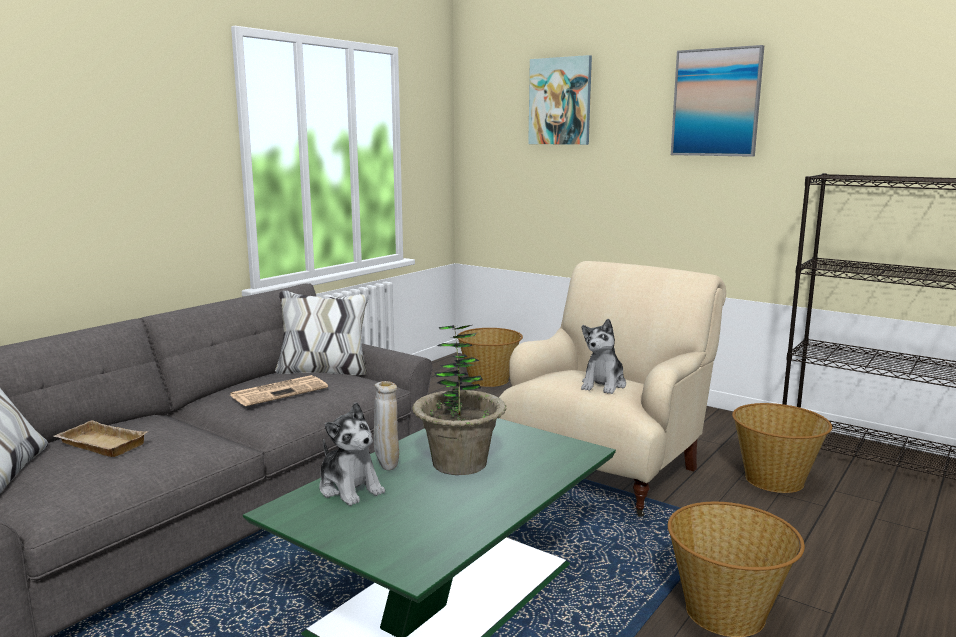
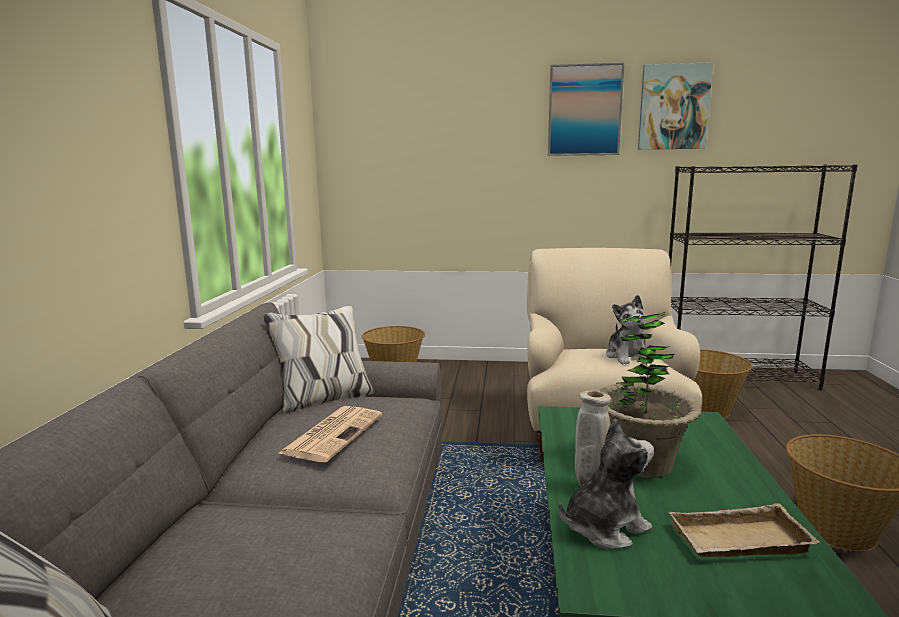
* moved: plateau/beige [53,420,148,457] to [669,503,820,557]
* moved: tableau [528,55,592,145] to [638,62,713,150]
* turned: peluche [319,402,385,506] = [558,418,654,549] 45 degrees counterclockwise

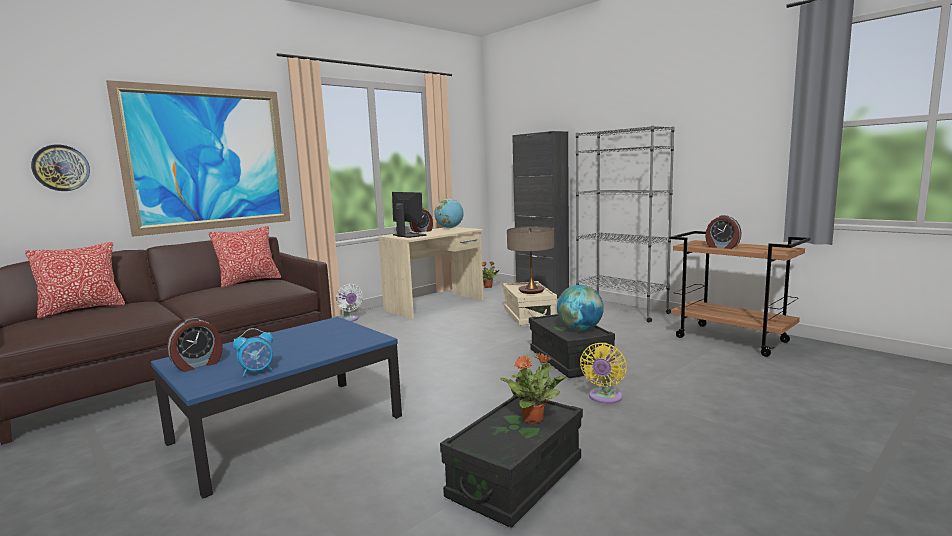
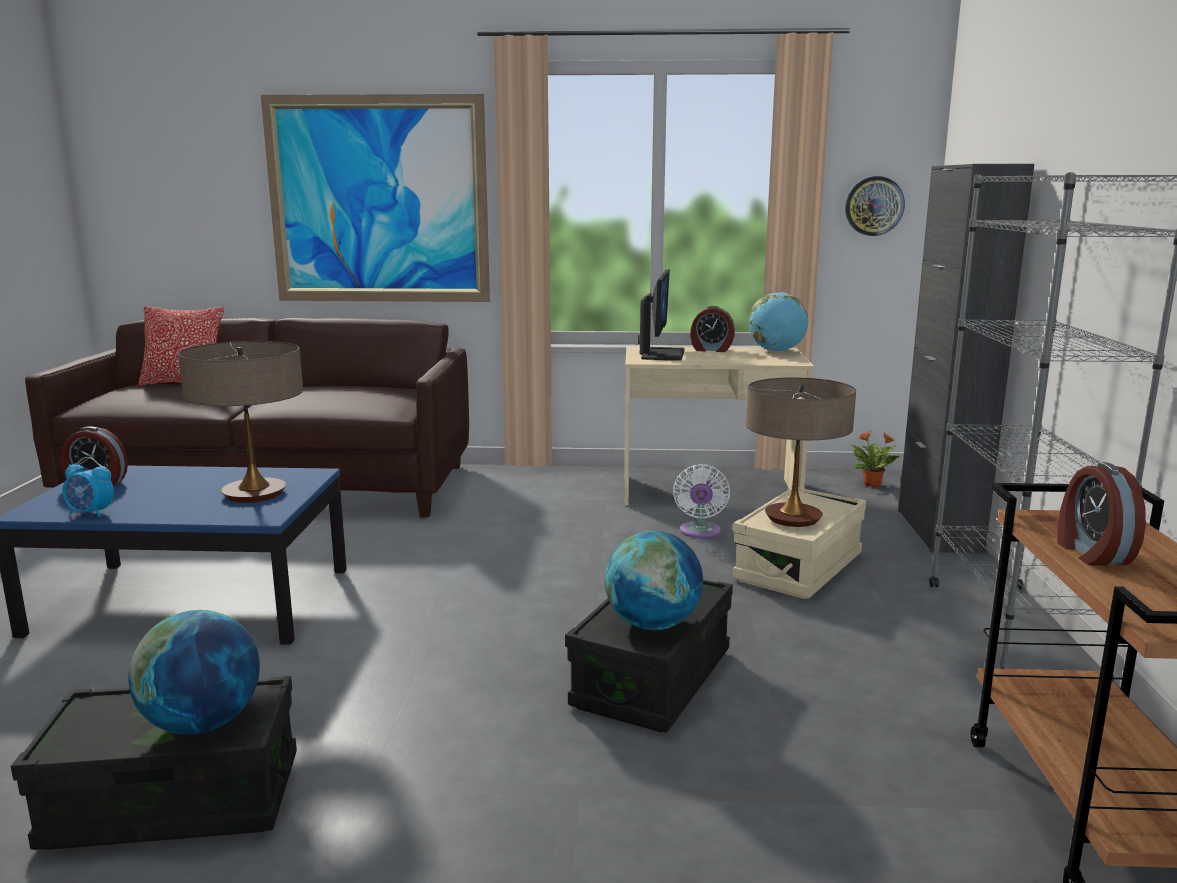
* removed: coussin [209,226,281,288]
* removed: ventilateur/jaune [580,343,627,404]
* added: lampe de table [178,341,303,503]
* moved: horloge murale [31,145,90,191] to [845,176,905,236]
* moved: ventilateur/blanc [336,283,363,322] to [673,464,730,539]
* replaced: plante en pot [500,352,567,424] to globe [128,610,260,735]

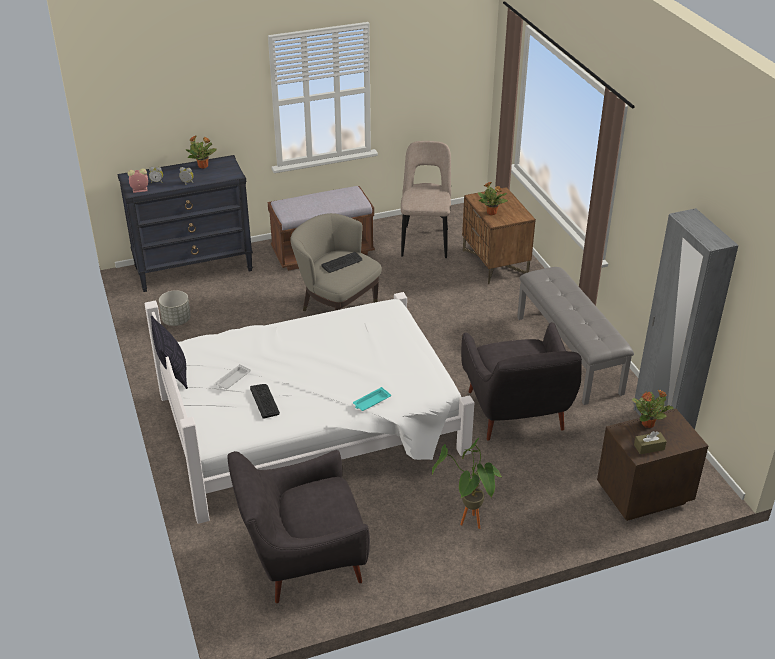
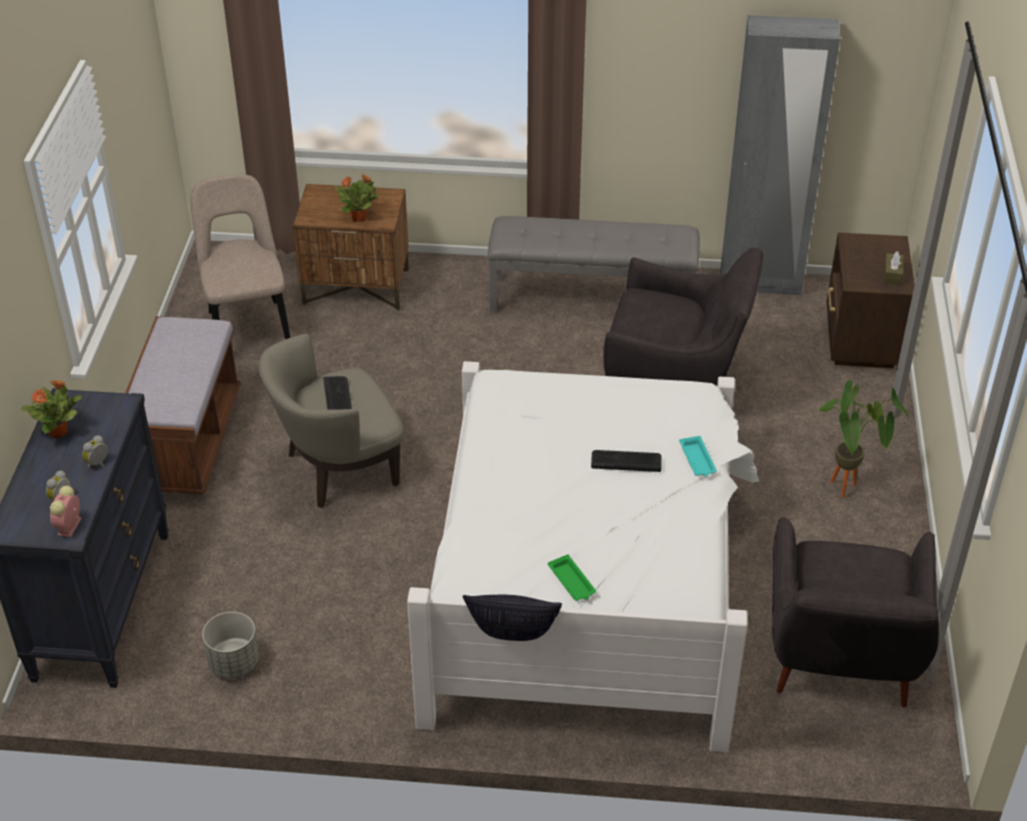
* removed: plante en pot [632,390,673,428]
* moved: clavier [250,384,280,419] to [591,450,661,472]
* recoloured: plateau/blanc [216,364,251,389] to plateau/vert [548,554,596,601]
* turned: chaise/beige [401,141,451,258] = [190,174,290,339] 45 degrees clockwise

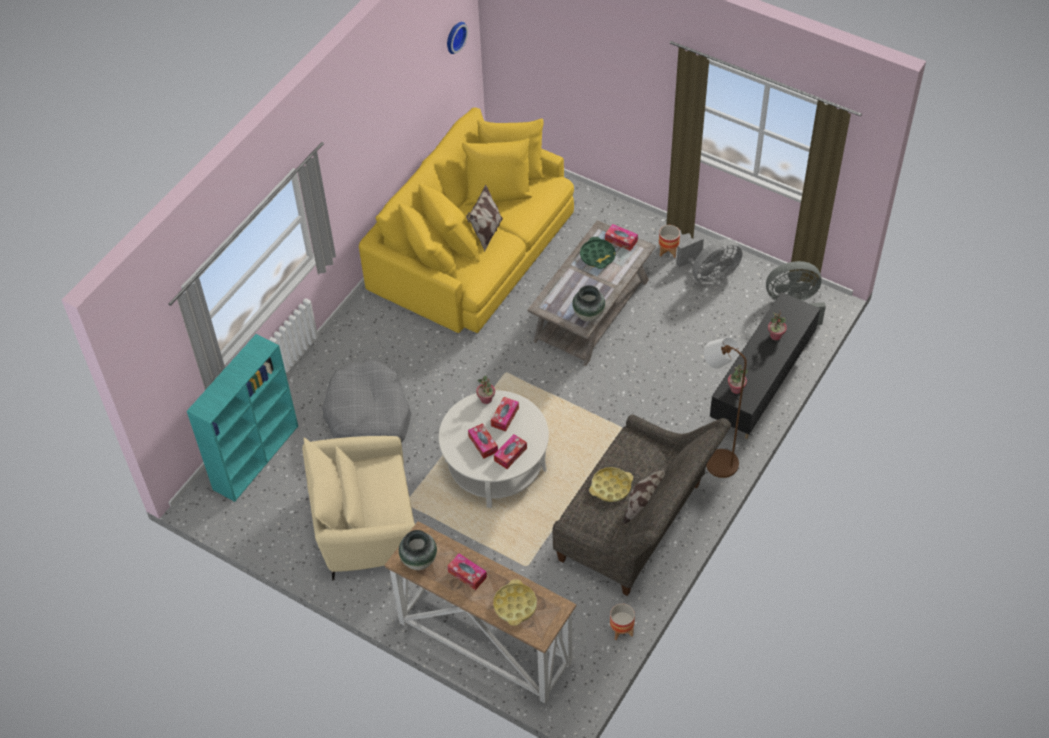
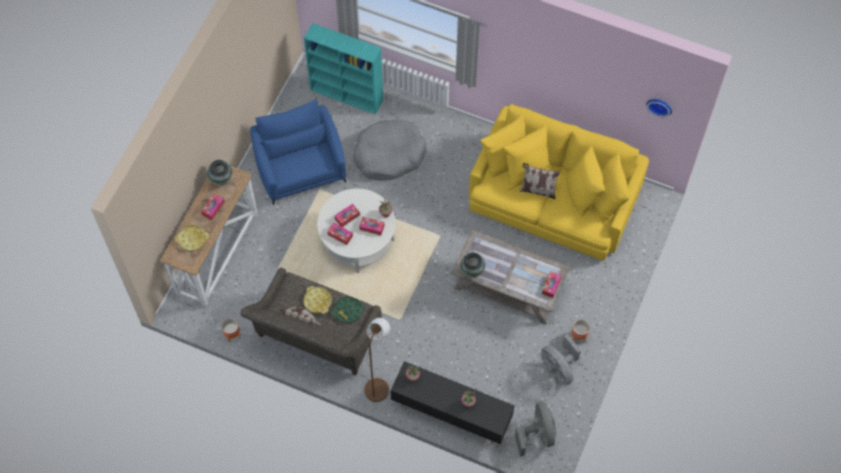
* moved: plateau/vert [580,237,616,269] to [331,297,364,323]
* recoloured: fauteuil/beige [302,436,415,581] to fauteuil/bleu [250,99,346,205]

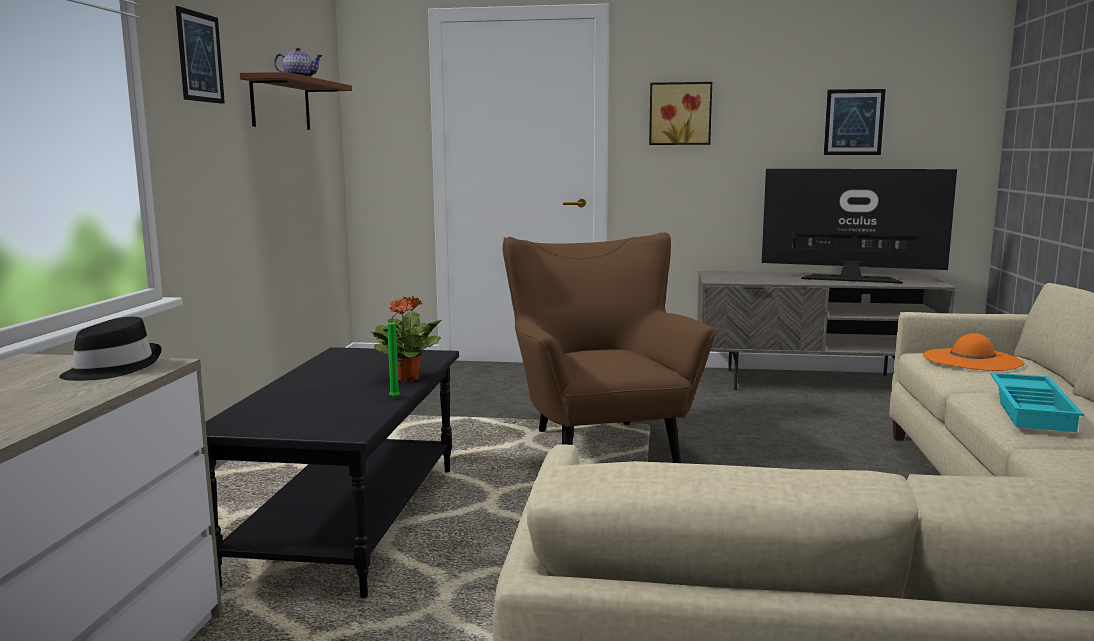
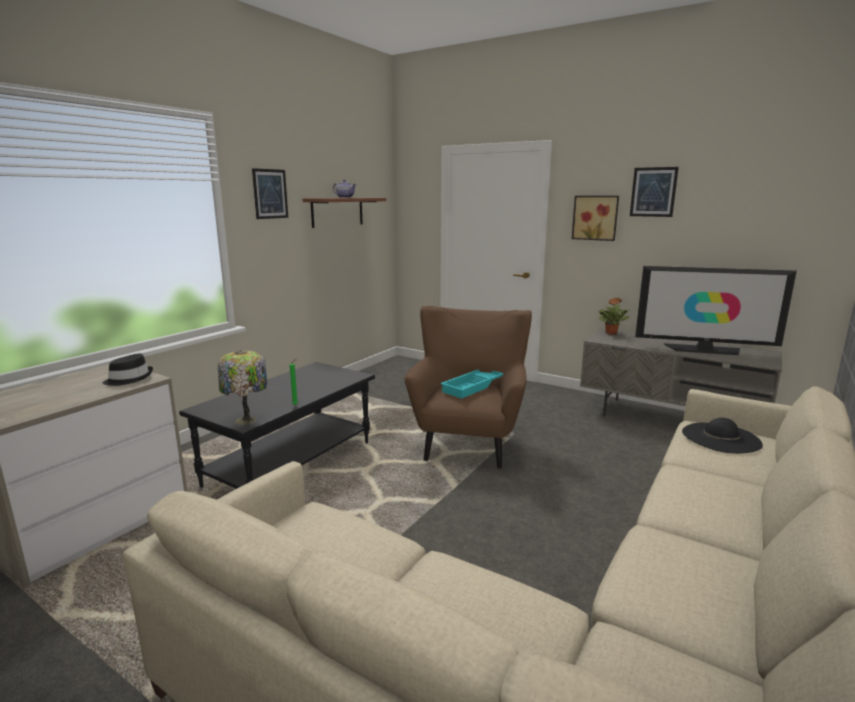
* added: lampe de table [218,350,267,425]
* moved: plante en pot [370,296,441,382] to [599,298,630,335]
* moved: tableau [824,89,886,155] to [630,167,679,217]
* moved: plateau/turquoise [990,372,1084,432] to [440,370,504,399]
* recoloured: chapeau/orange [923,333,1025,371] to chapeau/noir [682,418,763,454]
* turned: téléviseur [762,169,957,284] = [635,266,797,355] 150 degrees clockwise

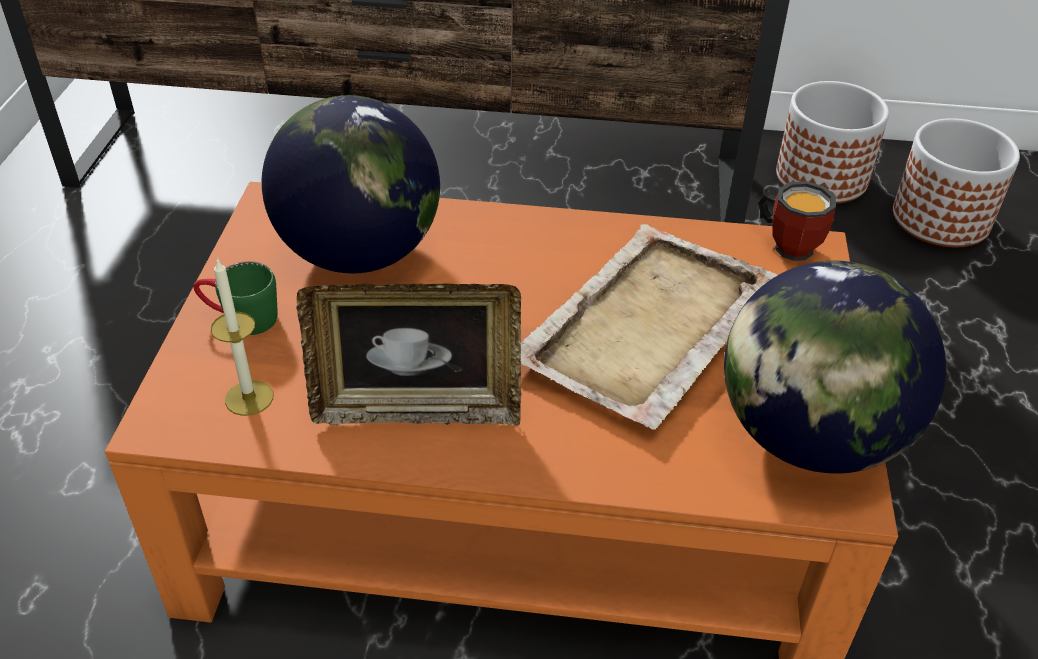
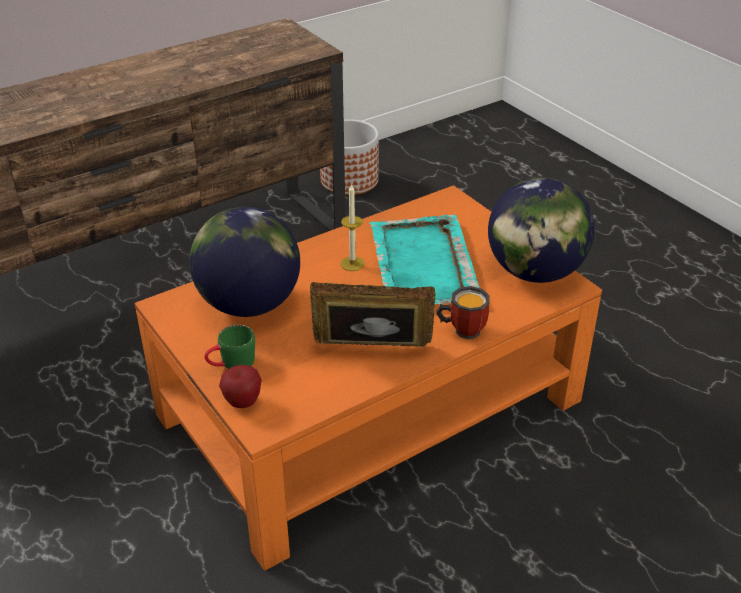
* removed: cache-pot [893,118,1020,247]
* added: pomme [219,365,262,408]
* moved: bougie [211,258,274,416] to [340,183,365,271]
* moved: mug [758,181,836,261] to [436,286,490,339]
* recoloured: plateau/beige [521,224,779,430] to plateau/turquoise [369,215,480,304]
* turned: cadre photo [296,283,521,426] = [310,282,436,347] 135 degrees counterclockwise

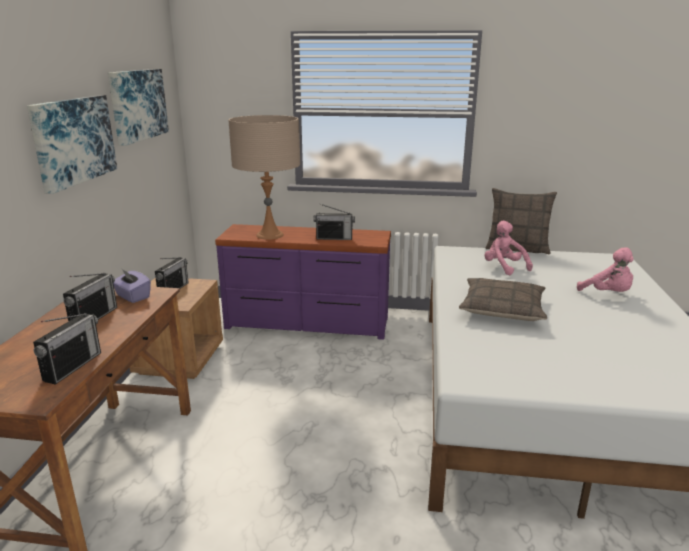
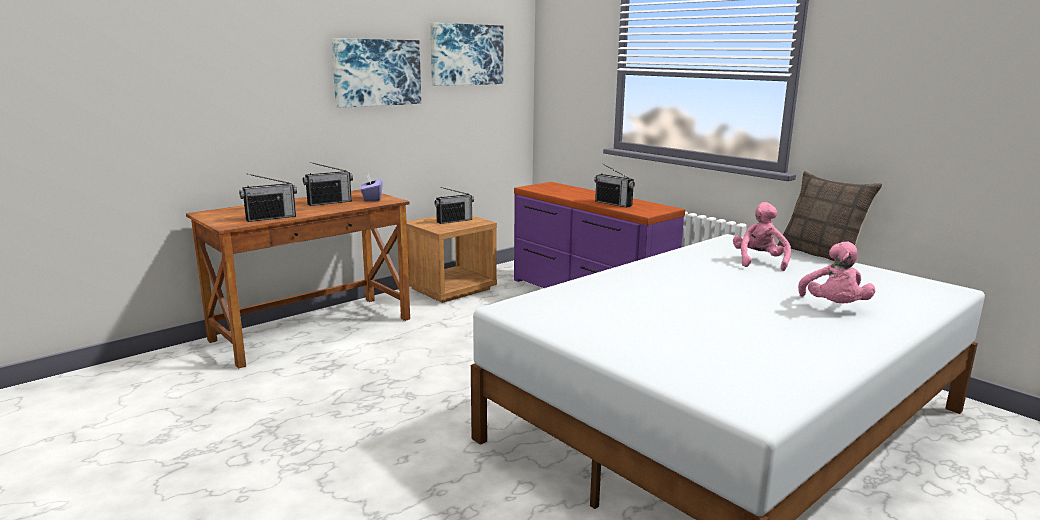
* removed: lampe de table/beige [228,115,300,240]
* removed: coussin [459,278,547,321]

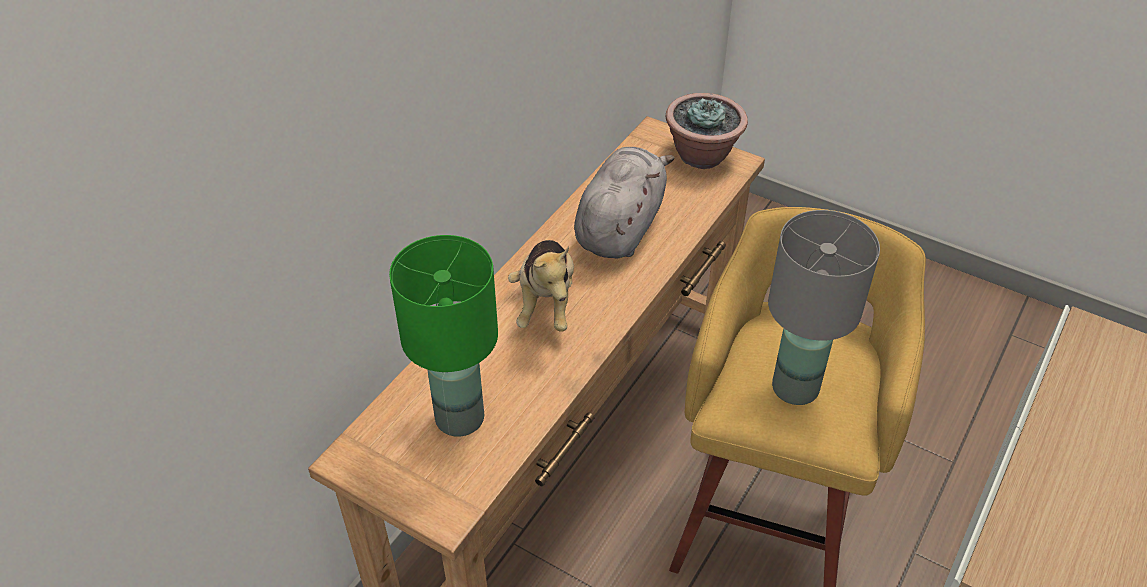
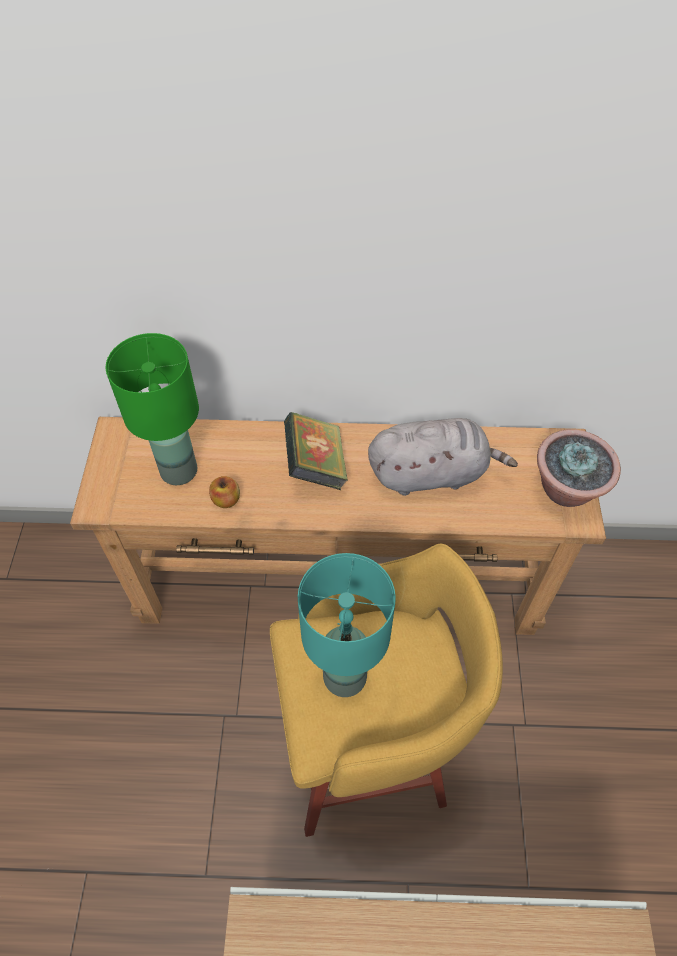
* added: pomme [209,476,240,508]
* replaced: peluche [508,240,574,332] to livre [284,412,348,490]
* recoloured: lampe de table/gris [768,210,880,405] to lampe de table/turquoise [298,553,396,697]

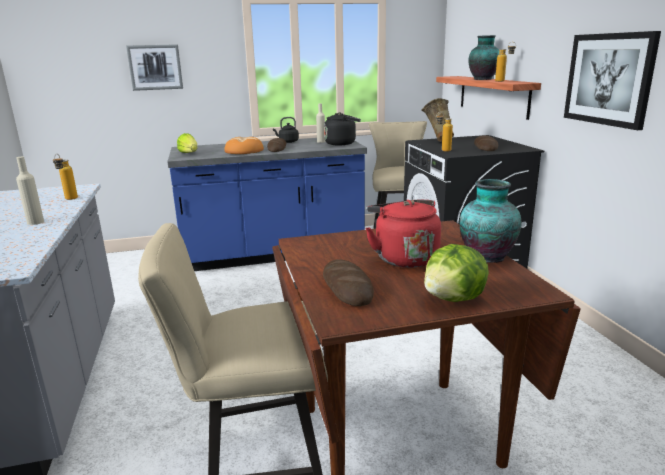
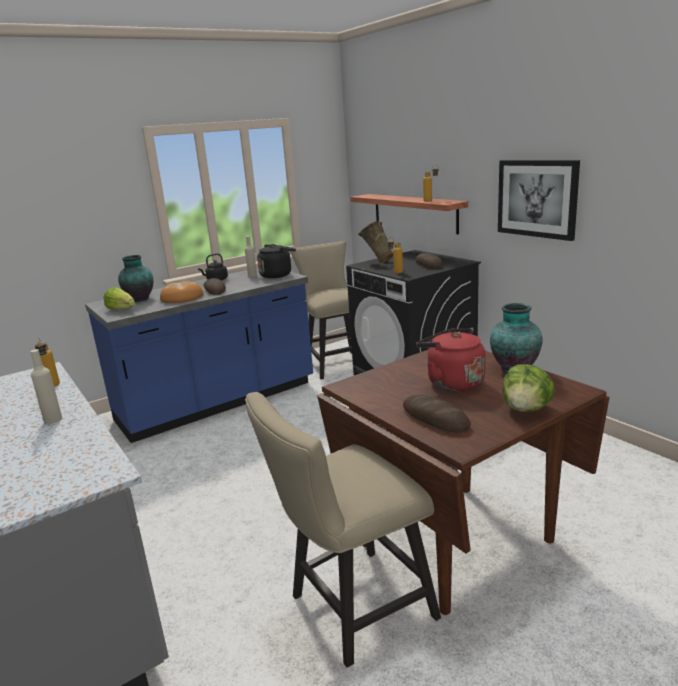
* removed: tableau [126,44,183,91]
* moved: vase [468,35,499,80] to [118,255,153,302]

